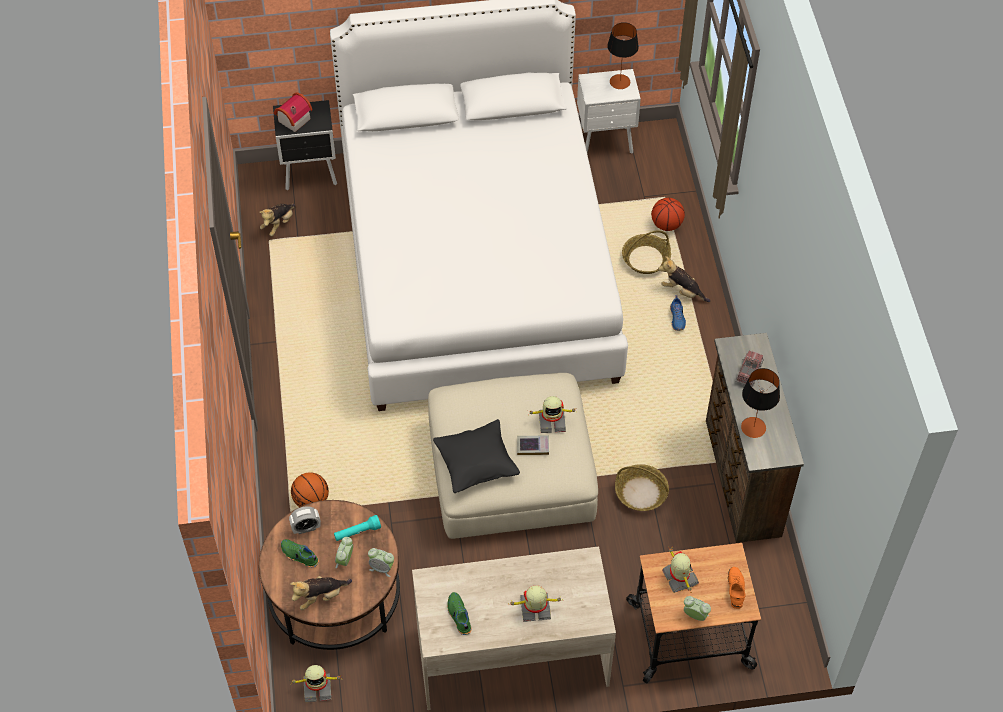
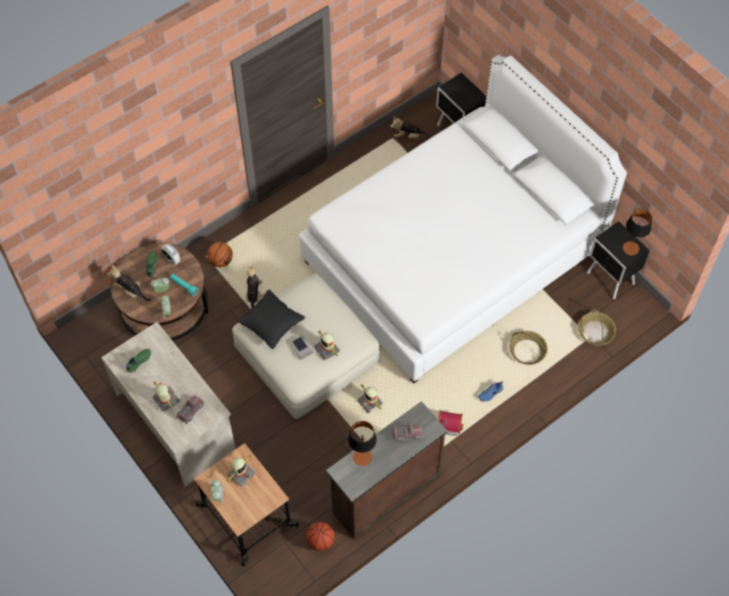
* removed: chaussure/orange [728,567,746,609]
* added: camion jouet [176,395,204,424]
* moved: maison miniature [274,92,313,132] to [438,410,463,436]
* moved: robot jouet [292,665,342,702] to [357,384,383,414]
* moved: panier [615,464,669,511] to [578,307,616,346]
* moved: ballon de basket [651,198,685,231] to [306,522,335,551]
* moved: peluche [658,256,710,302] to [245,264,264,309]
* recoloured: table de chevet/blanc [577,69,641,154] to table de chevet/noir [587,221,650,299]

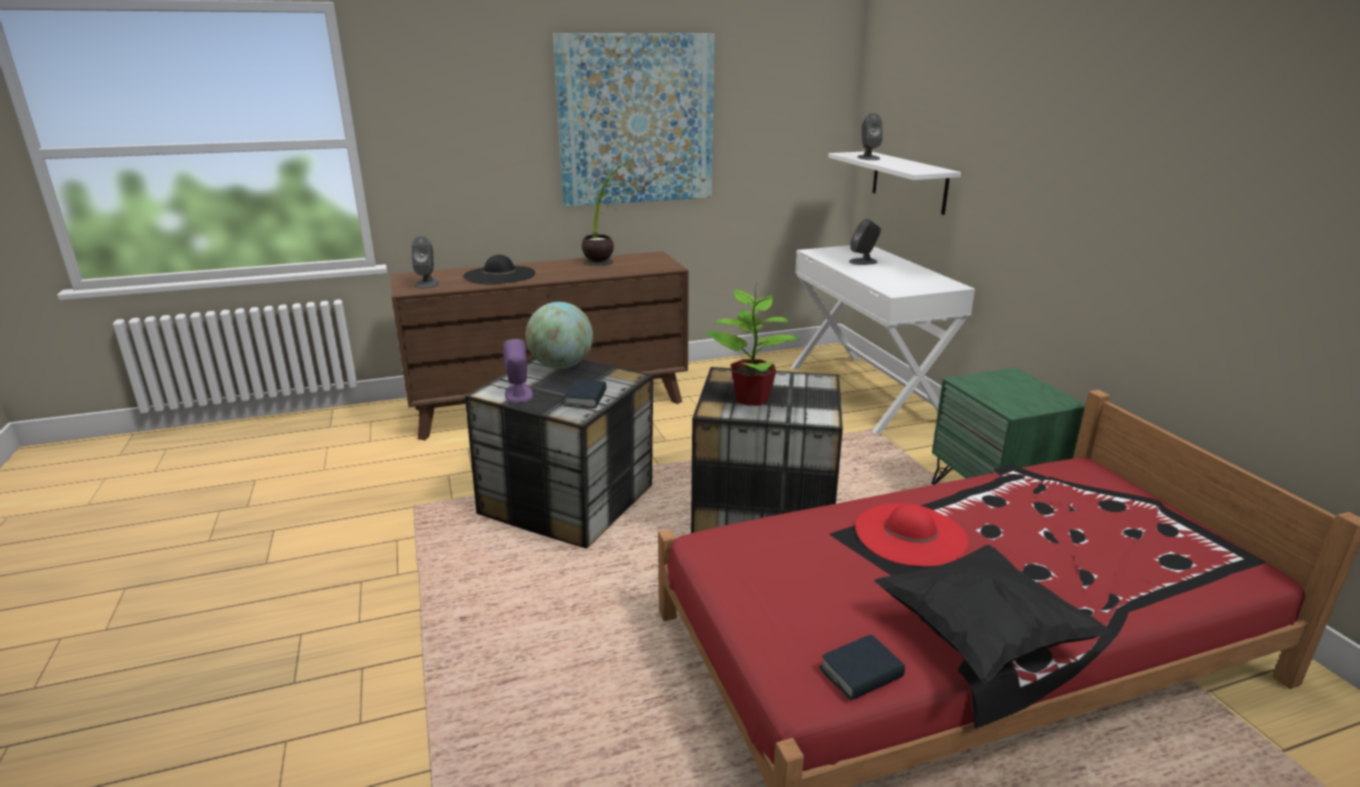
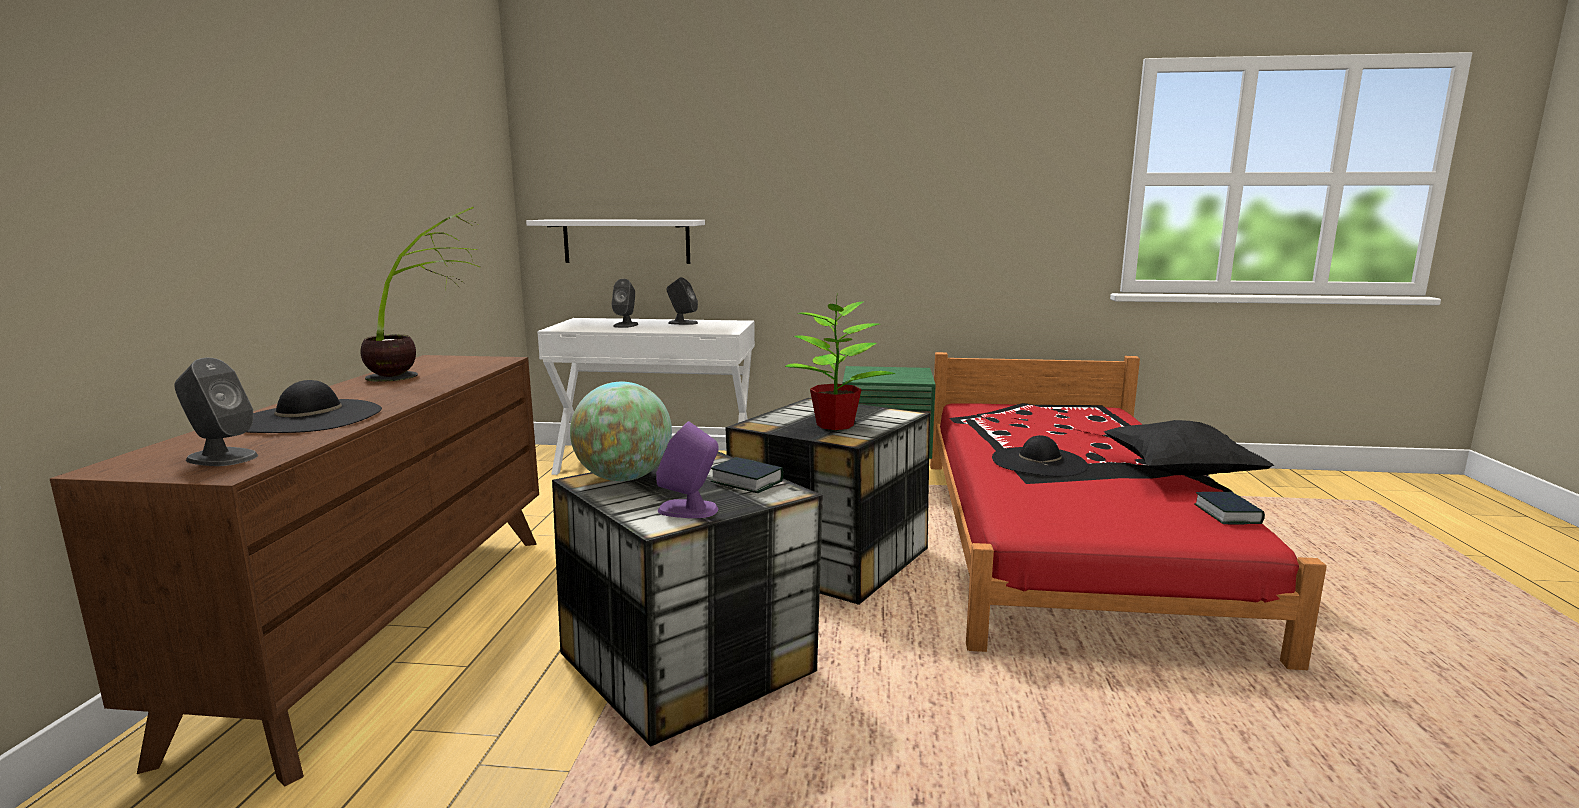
* removed: tableau [553,33,715,207]
* moved: enceinte/gris [857,113,883,160] to [666,277,698,325]
* recoloured: chapeau/rouge [855,503,969,566] to chapeau/noir [992,435,1089,477]

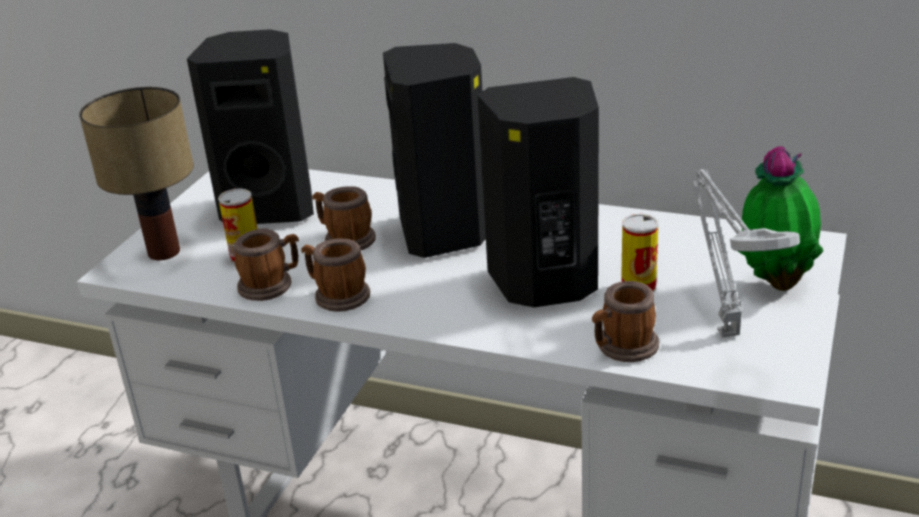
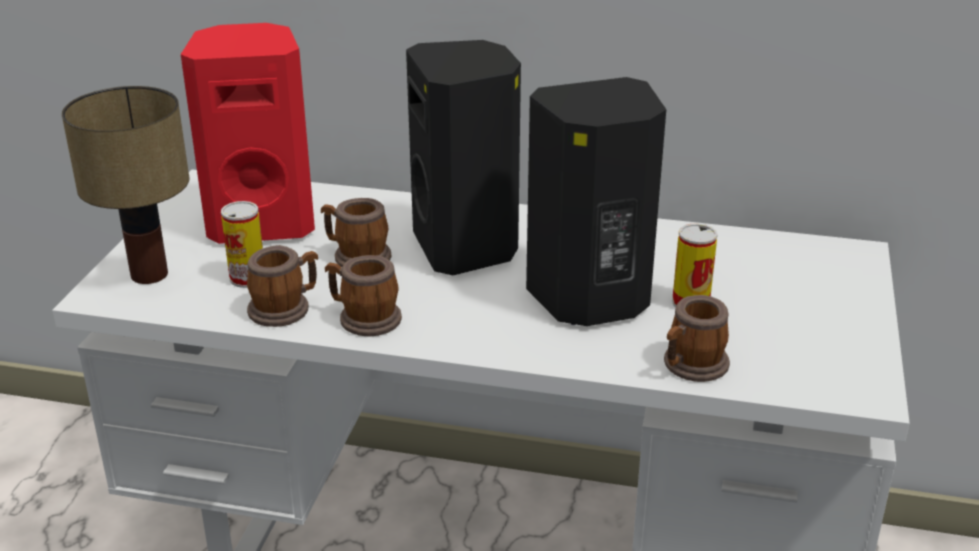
* removed: lampe de table/gris [692,169,800,337]
* removed: plante en pot [738,146,823,291]
* recoloured: enceinte/noir [187,29,314,224] to enceinte/rouge [181,23,315,244]

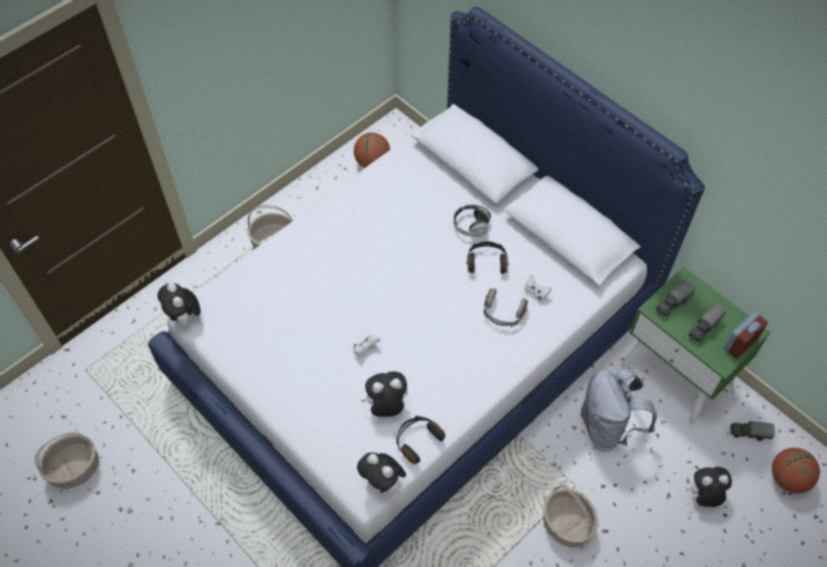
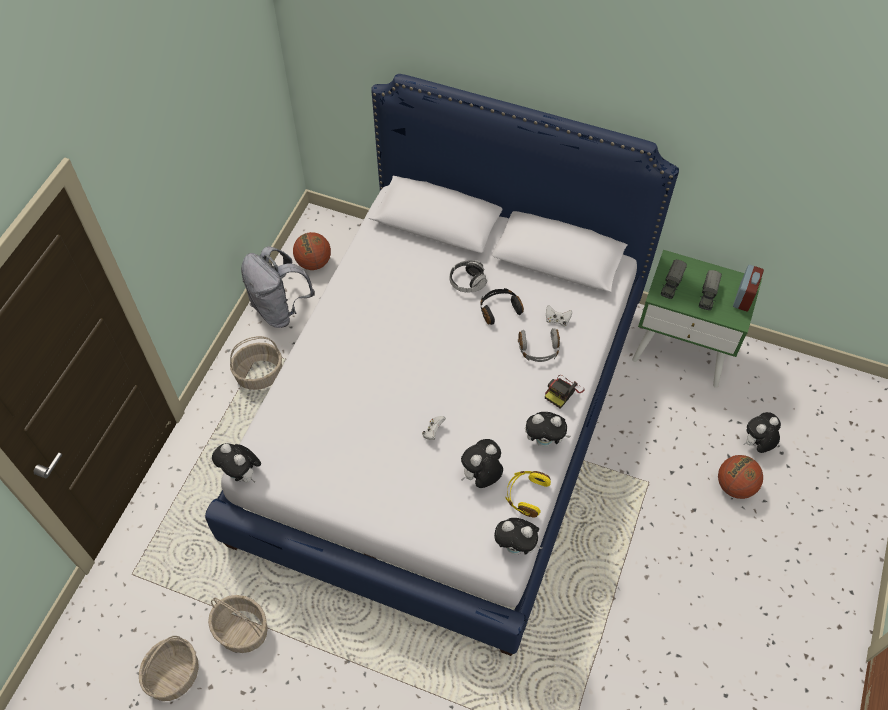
* removed: camion jouet [730,421,775,441]
* added: peluche [525,412,571,447]
* added: appareil photo [545,375,584,408]
* moved: panier [543,485,598,547] to [208,595,268,653]
* moved: sac à dos/gris [580,368,657,451] to [241,246,315,328]
* moved: ballon de basket [772,448,820,493] to [718,455,763,499]
* recoloured: casque audio/noir [395,416,445,464] to casque audio/jaune [506,471,551,518]

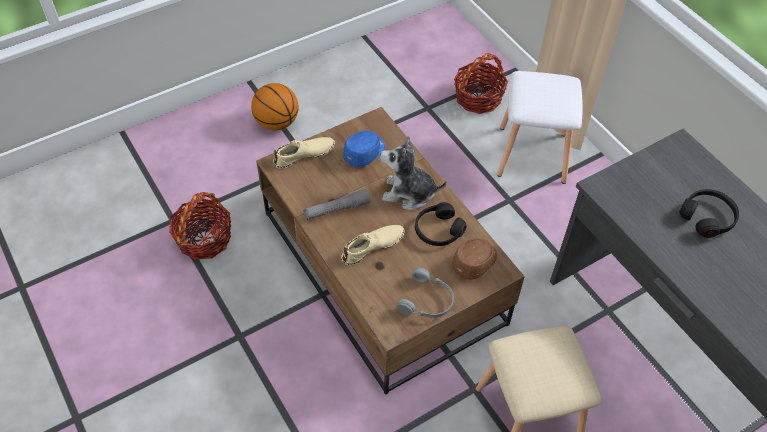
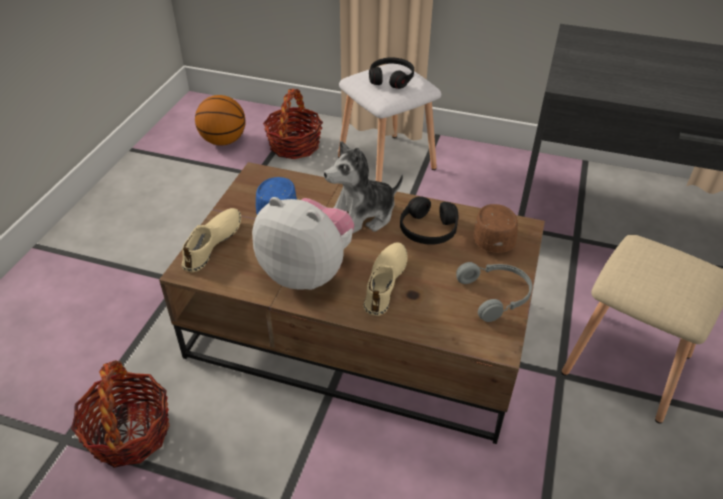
* moved: ballon de basket [251,83,298,130] to [195,95,246,146]
* moved: casque audio/noir [679,189,739,238] to [369,57,414,89]
* replaced: lampe de poche/gris [303,189,371,220] to peluche [252,197,354,290]

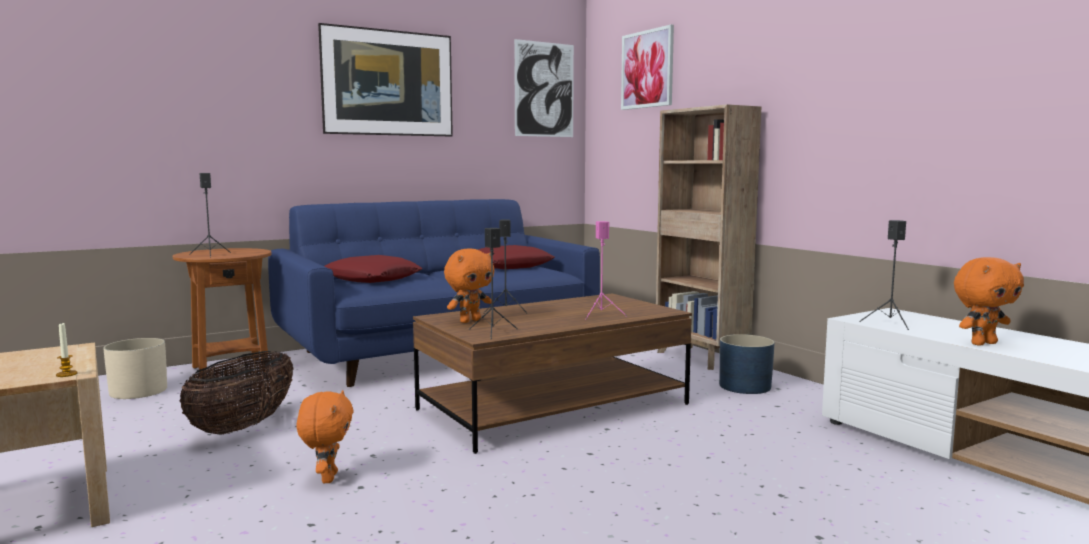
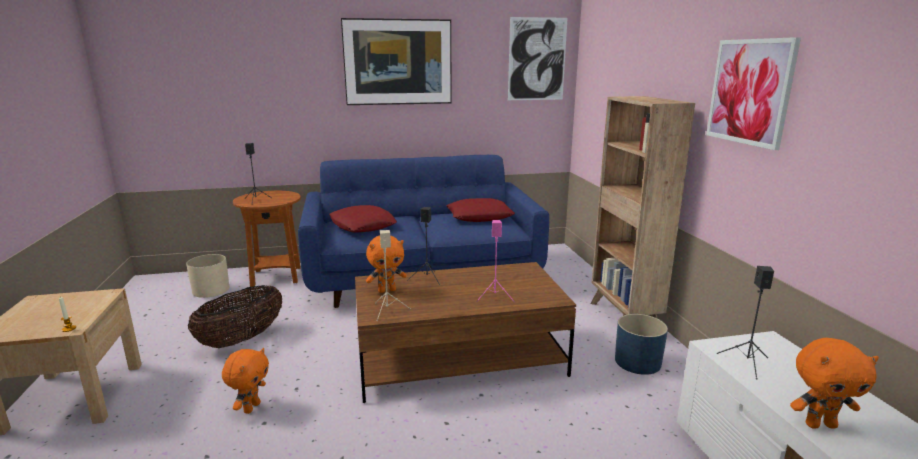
* moved: tableau [621,25,674,110] to [706,37,801,150]
* recoloured: enceinte/noir [469,228,517,339] to enceinte/beige [375,230,411,321]

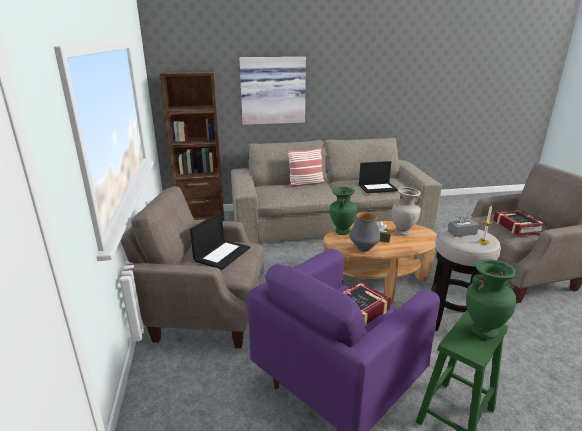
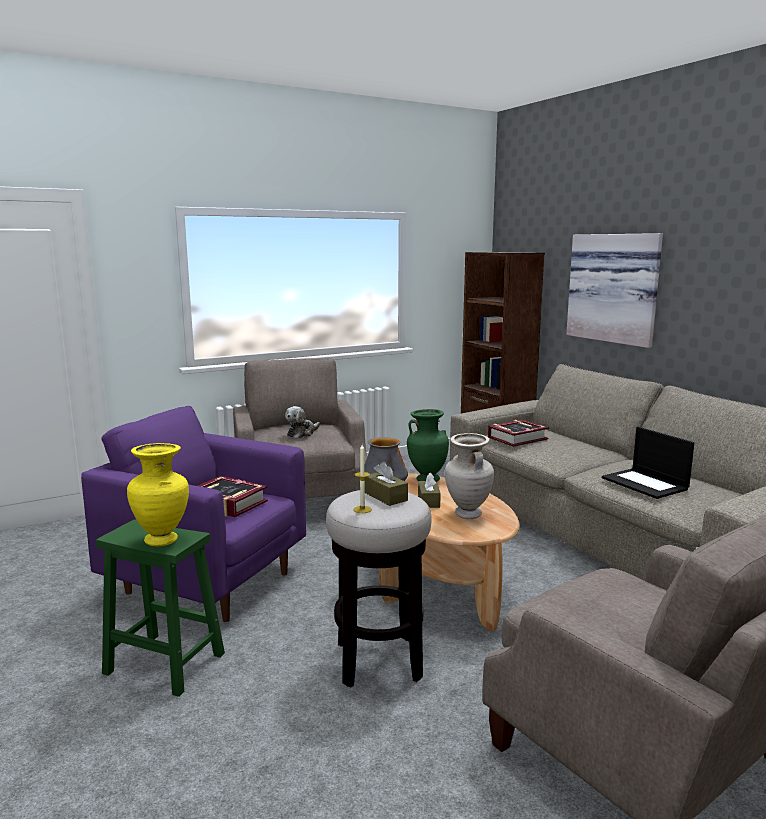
* removed: coussin [287,147,325,187]
* moved: livre [493,210,546,236] to [488,419,549,447]
* replaced: ordinateur portable [190,211,250,270] to peluche [285,406,320,438]
* recoloured: boîte à mouchoirs/gris [448,214,479,237] to boîte à mouchoirs/marron [365,462,408,506]
* recoloured: vase/vert [466,260,517,338] to vase/jaune [127,443,189,546]

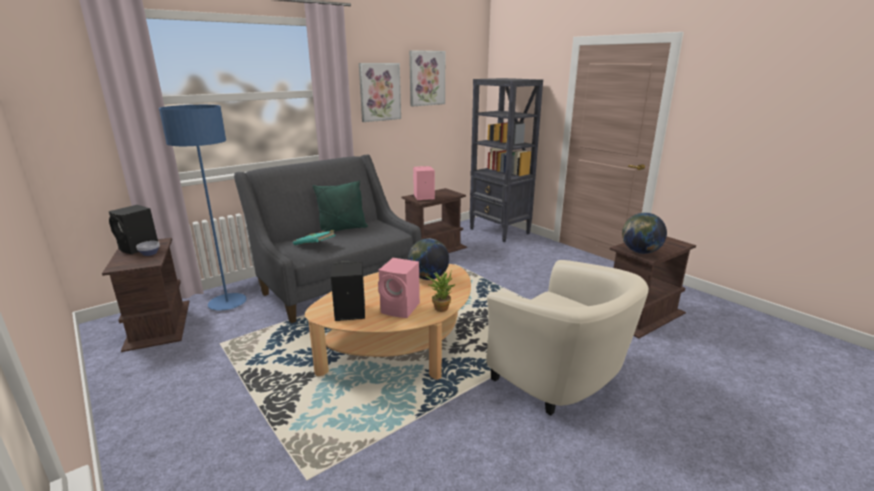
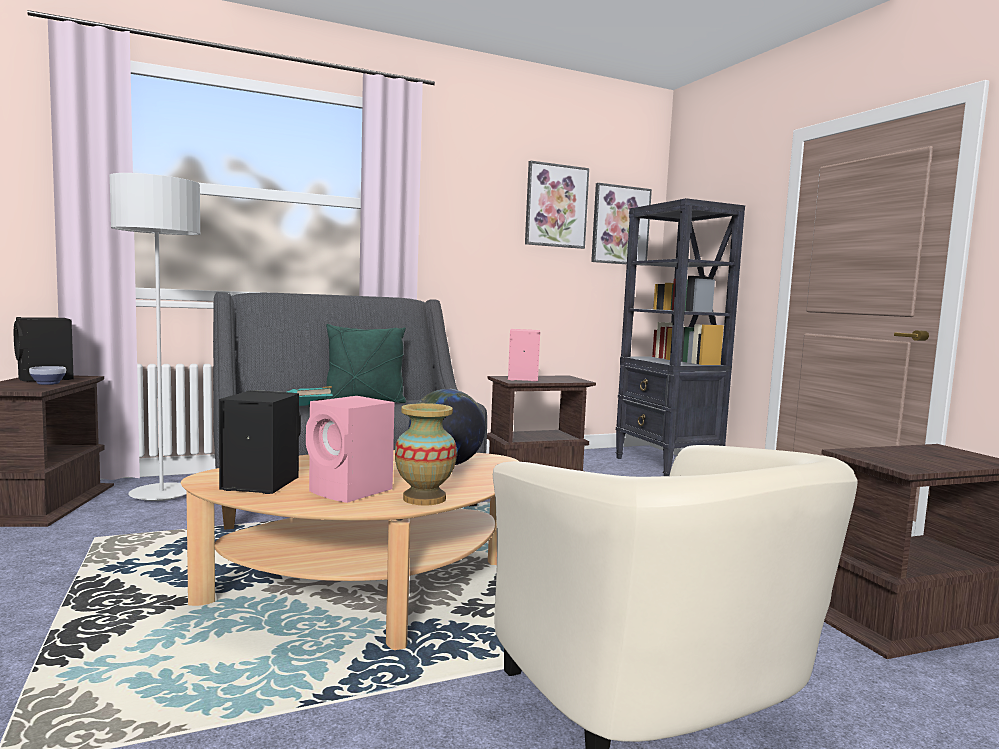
* removed: globe [622,212,667,254]
* moved: tableau [359,63,401,122] to [591,183,652,266]
* replaced: plante en pot [425,269,456,312] to vase [395,403,457,506]
* recoloured: lampadaire/bleu [159,105,247,310] to lampadaire/gris [110,173,200,501]

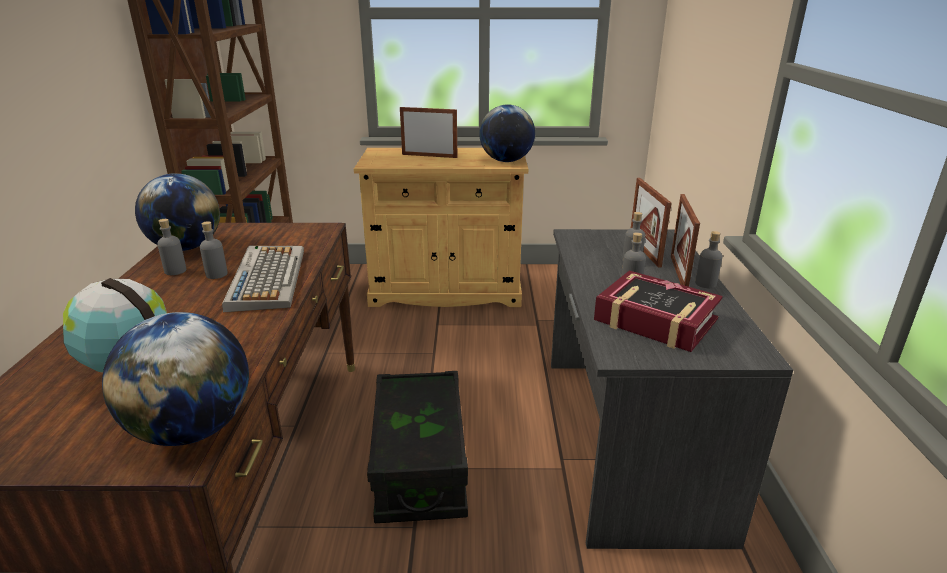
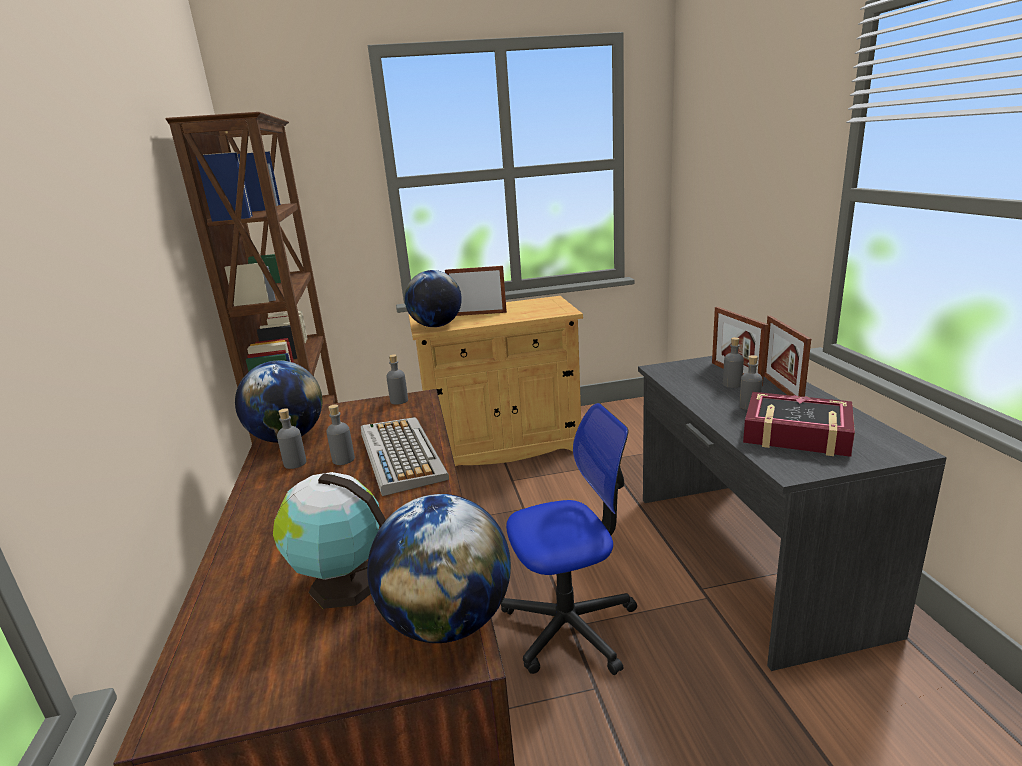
* moved: globe [479,105,535,162] to [405,270,462,327]
* moved: bouteille/gris [695,231,722,288] to [386,354,408,405]
* replaced: boîte de rangement/noir [367,371,468,523] to chaise de bureau [501,403,637,675]

